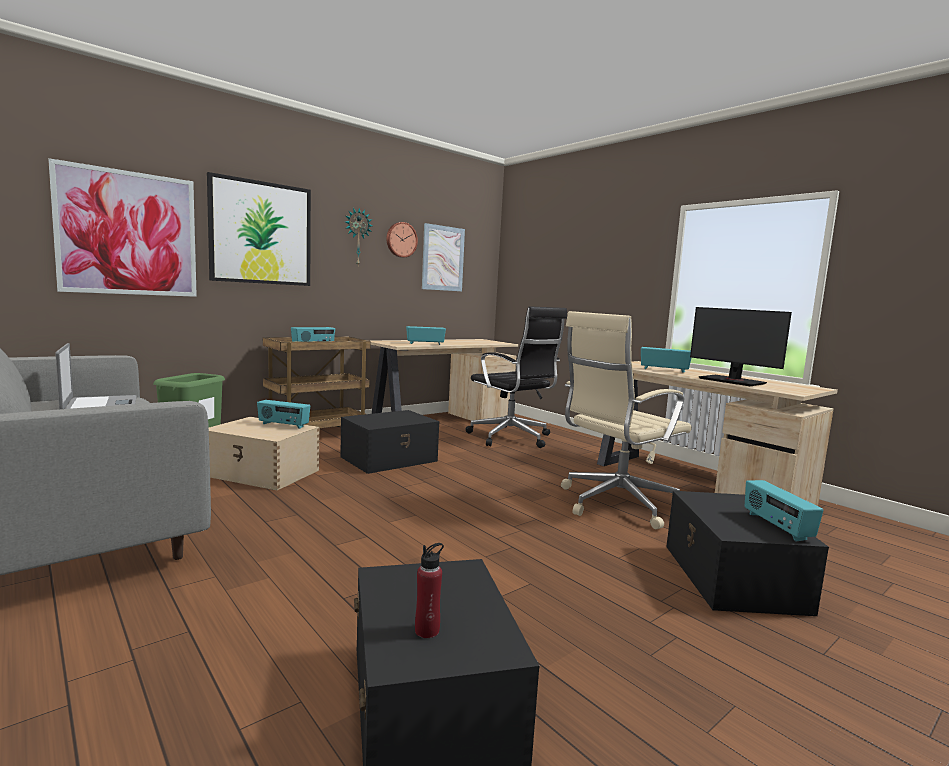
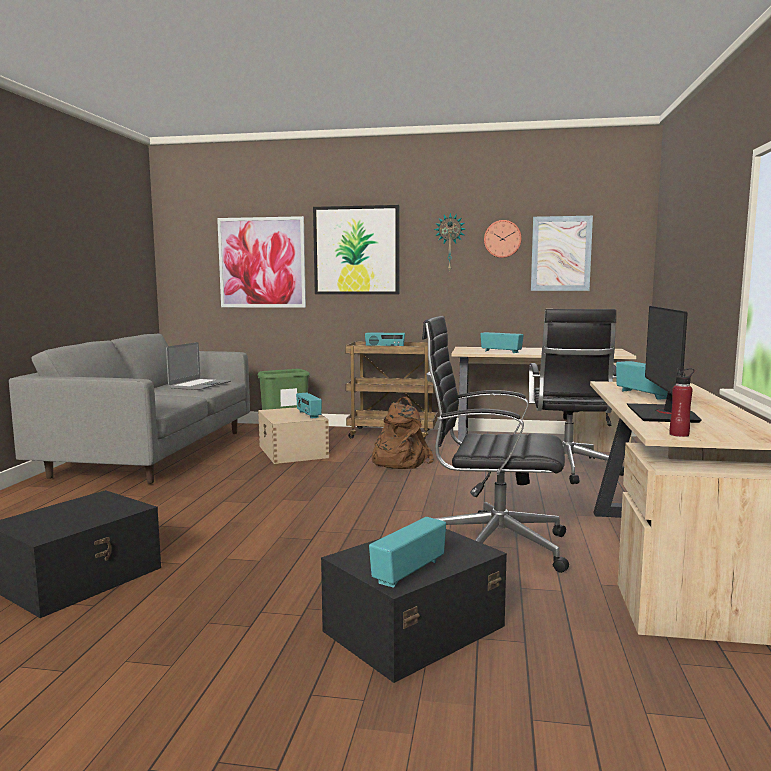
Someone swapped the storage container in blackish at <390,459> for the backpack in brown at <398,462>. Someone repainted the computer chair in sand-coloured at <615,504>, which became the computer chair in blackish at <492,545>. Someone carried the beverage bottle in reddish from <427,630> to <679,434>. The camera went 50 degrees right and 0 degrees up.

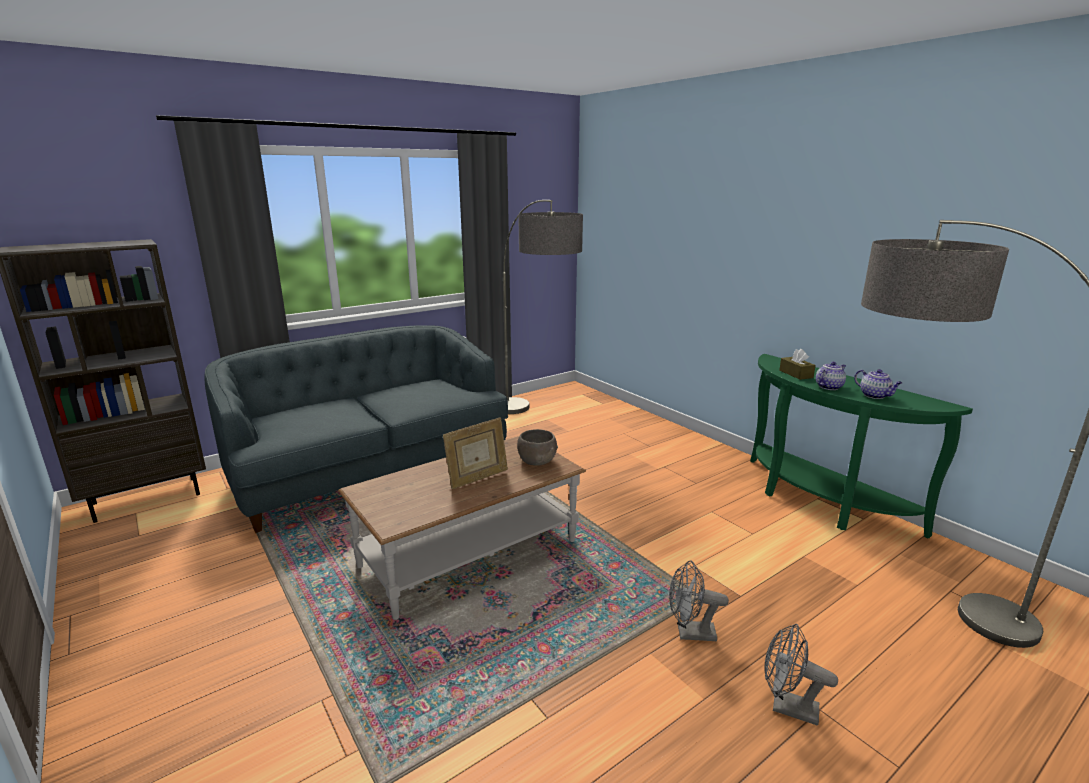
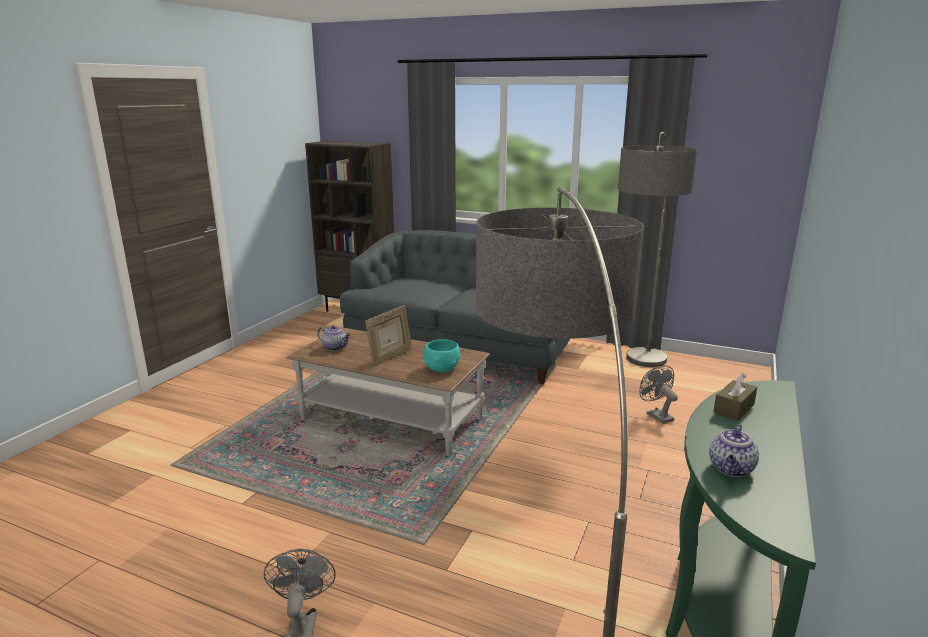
Someone carried the teapot from <829,387> to <335,347>. Someone rotated the standing frame at <477,479> by 75 degrees counterclockwise. Someone repainted the bowl in greyish at <537,461>, which became the bowl in turquoise at <442,368>. Someone carried the fan in greyish from <690,633> to <656,415>. The camera went 60 degrees right and 0 degrees up.

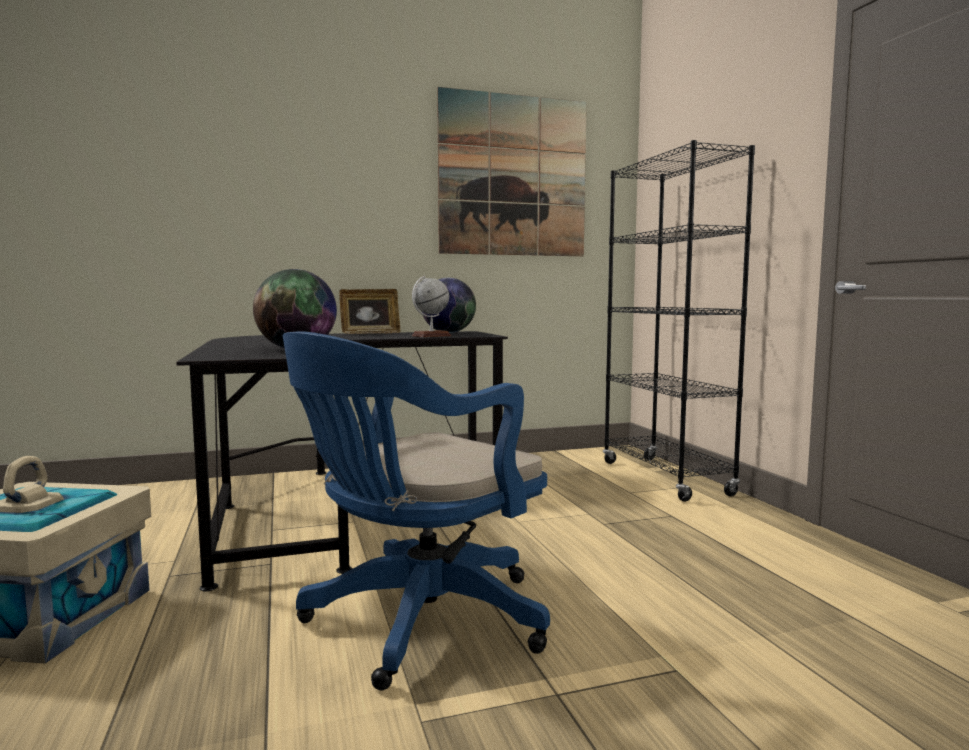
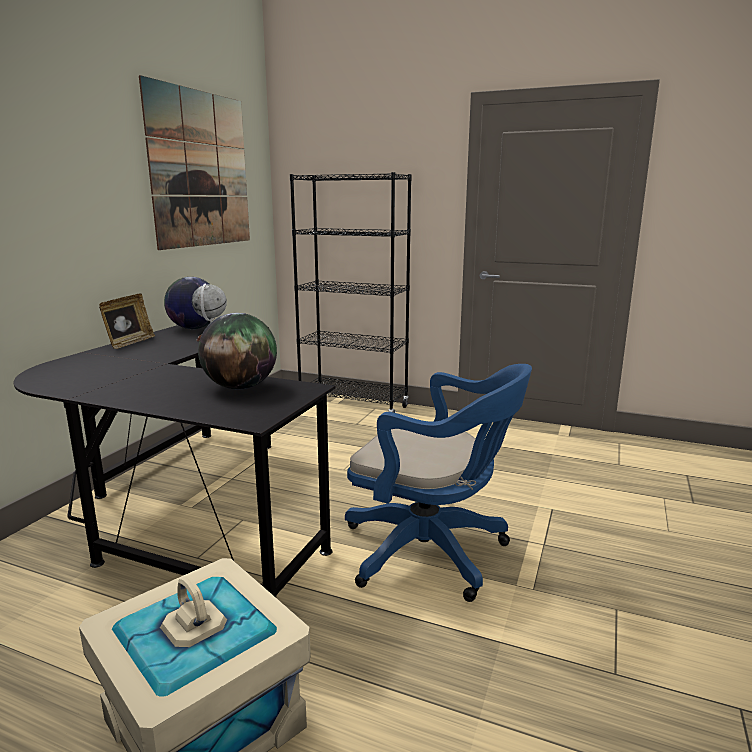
Someone rotated the computer chair in blue-coloured at <417,622> by 60 degrees counterclockwise. The camera went 50 degrees left and 10 degrees up.

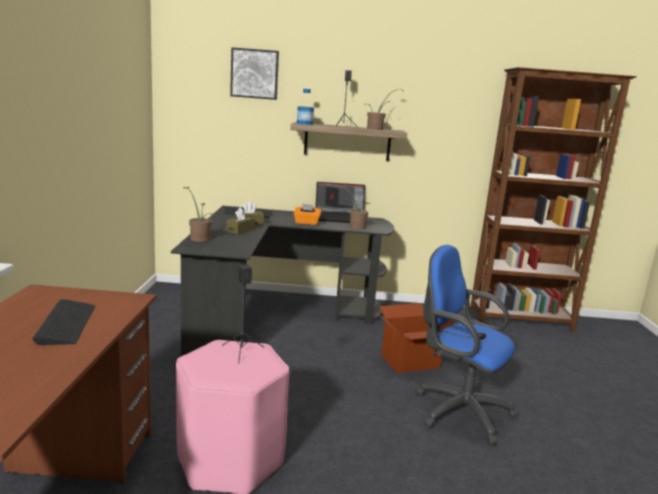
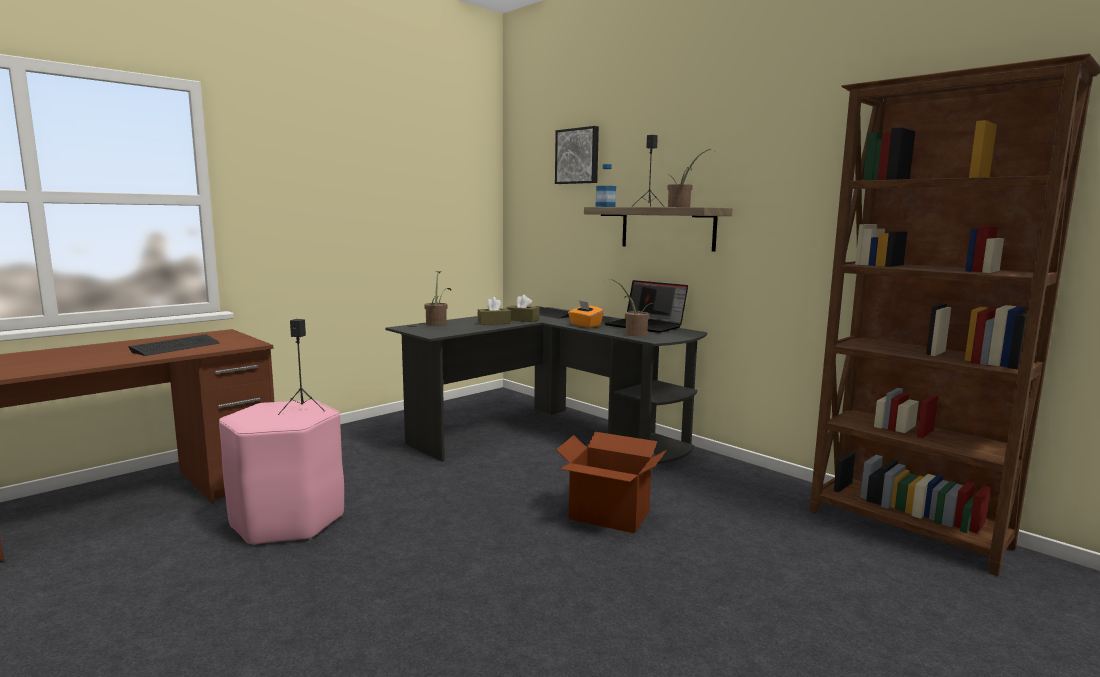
Someone took away the computer chair in blue-coloured at <457,410>. The camera went 45 degrees right and 5 degrees down.

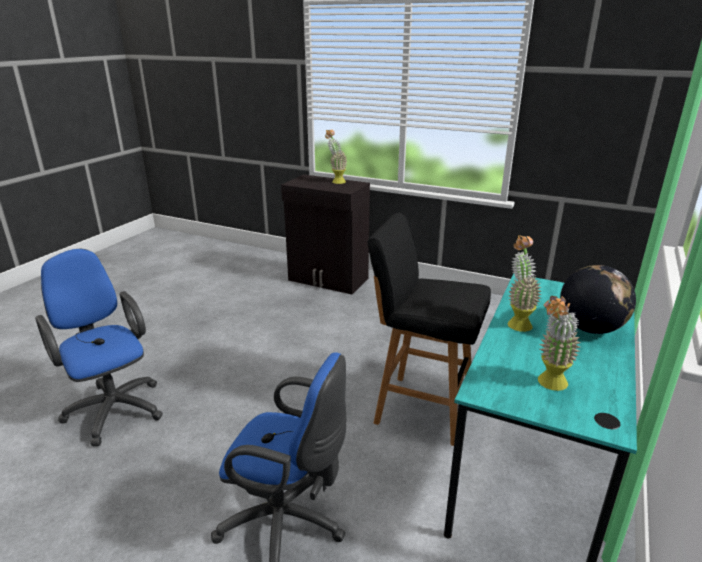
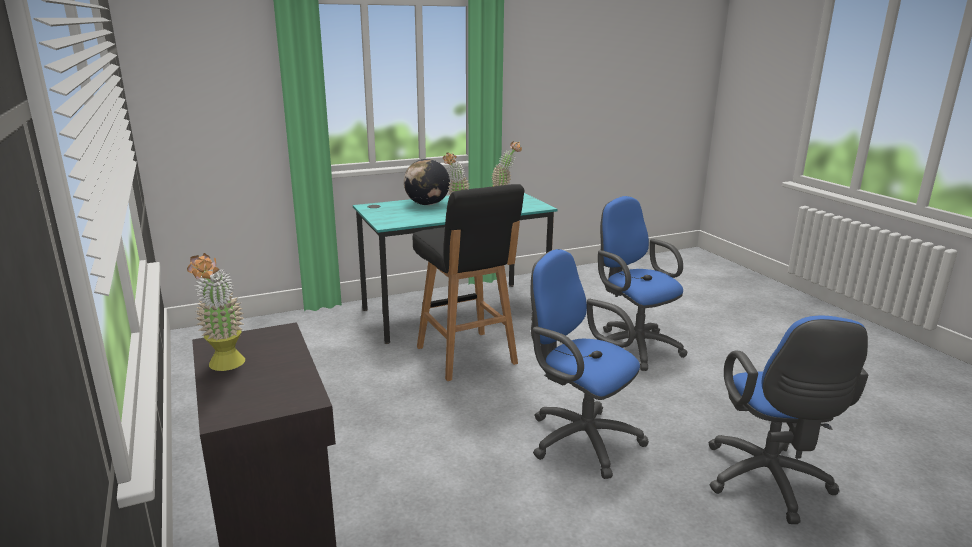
Someone put down the computer chair in blue-coloured at <578,438>. The camera went 140 degrees left and 5 degrees down.

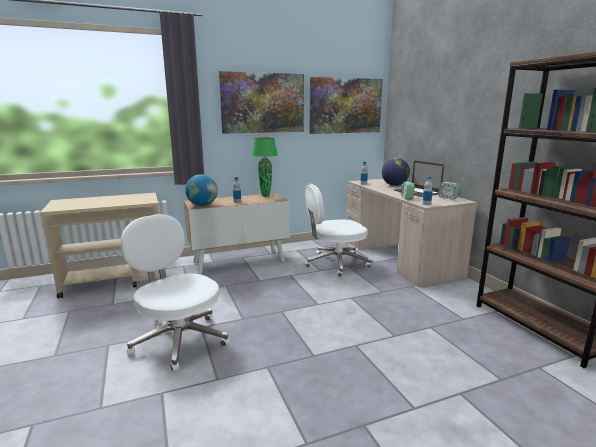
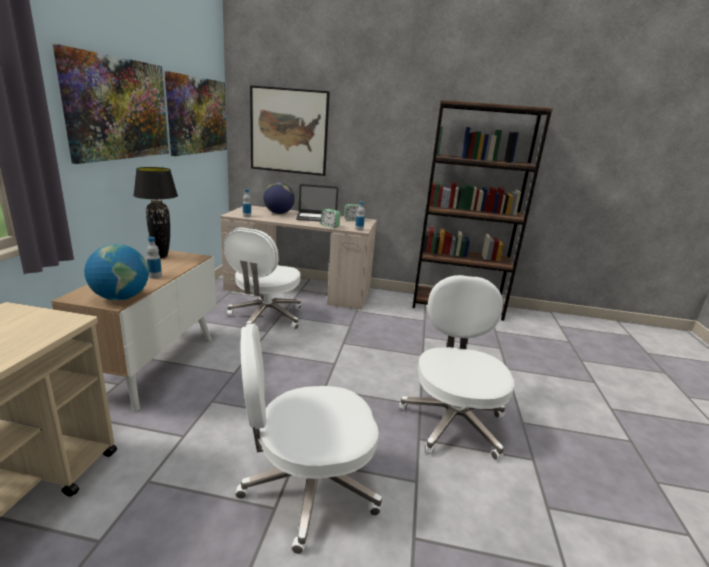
Someone repainted the table lamp in green at <265,195>, which became the table lamp in blackish at <161,256>. Someone put up the picture at <289,131>. Someone put down the computer chair in whitish at <453,421>. The camera went 60 degrees left and 5 degrees up.

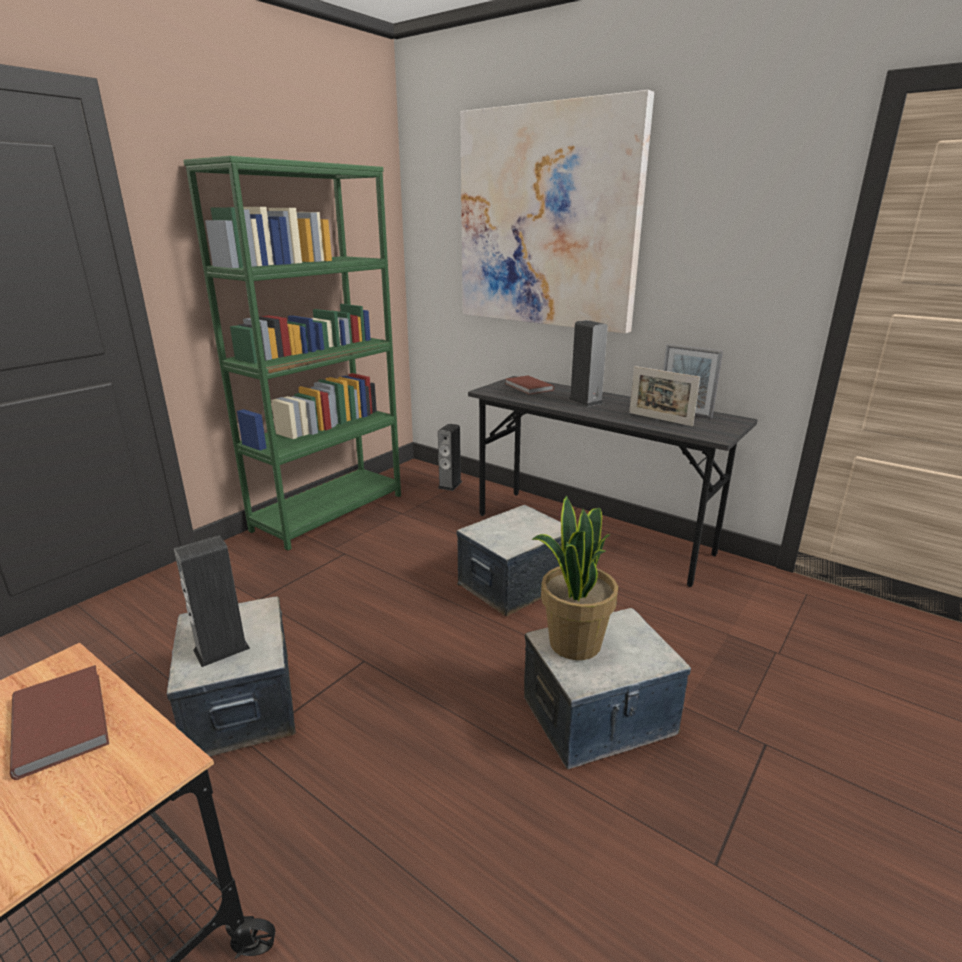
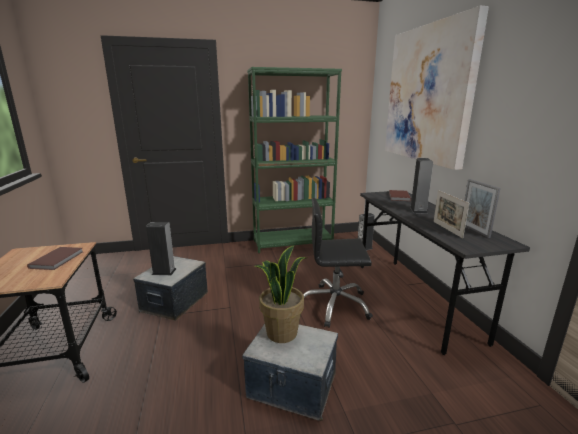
Someone swapped the storage container at <514,583> for the computer chair in blackish at <334,305>. The camera went 40 degrees right and 5 degrees down.

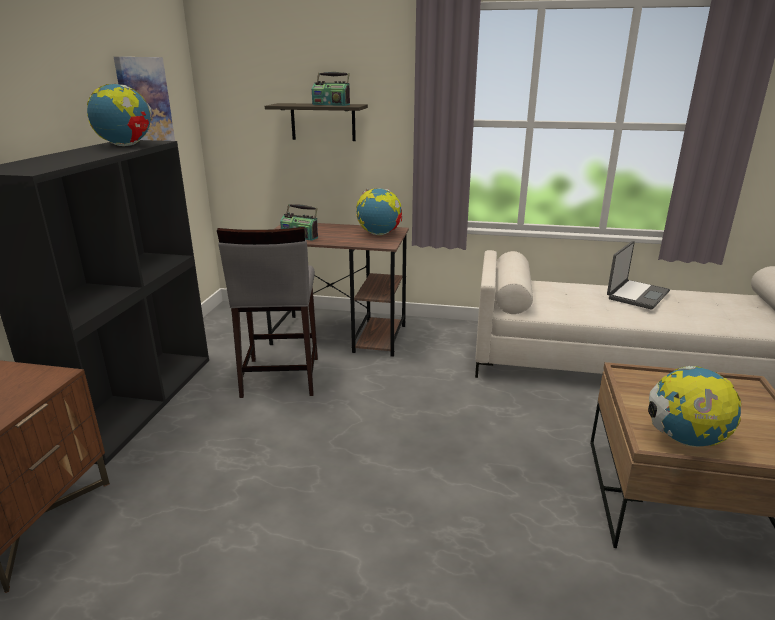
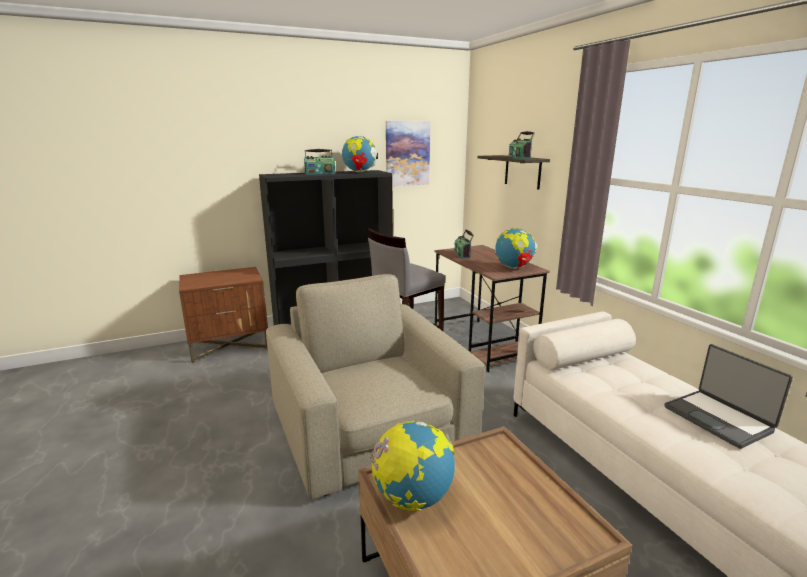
Someone put down the easy chair in sand-coloured at <371,427>. Someone put down the radio set at <320,173>. Someone rotated the portable computer at <636,295> by 60 degrees clockwise. The camera went 55 degrees right and 5 degrees down.

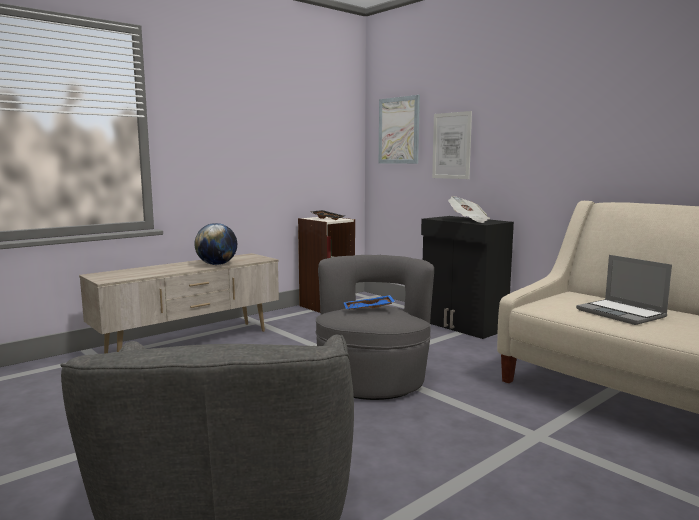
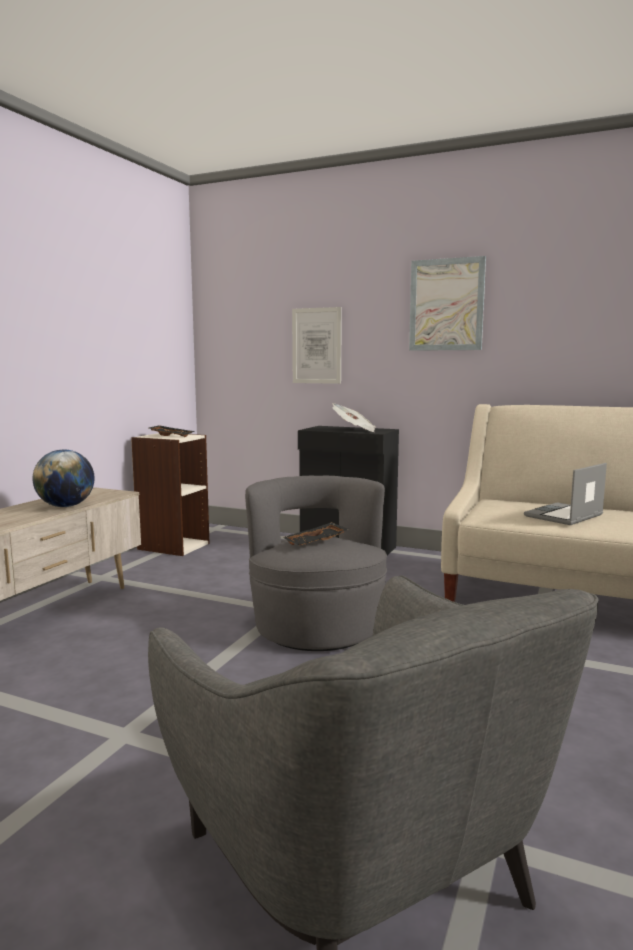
Someone repainted the carrying tray in blue-coloured at <368,309>, which became the carrying tray in blackish at <316,542>. Someone carried the picture from <399,130> to <446,305>. Someone rotated the portable computer at <622,314> by 105 degrees clockwise. The camera went 25 degrees left and 0 degrees up.

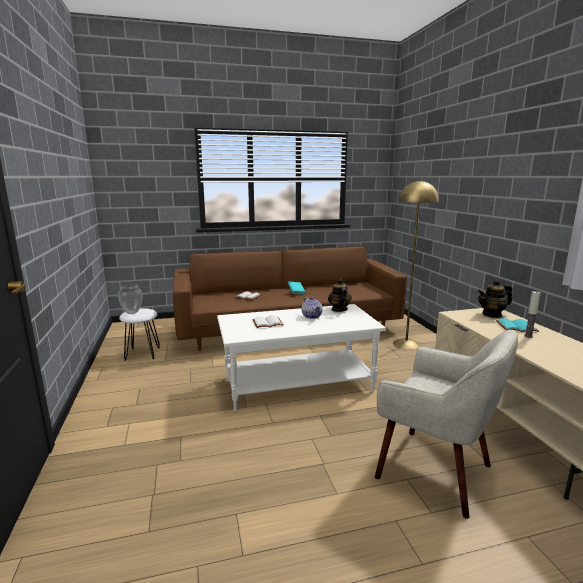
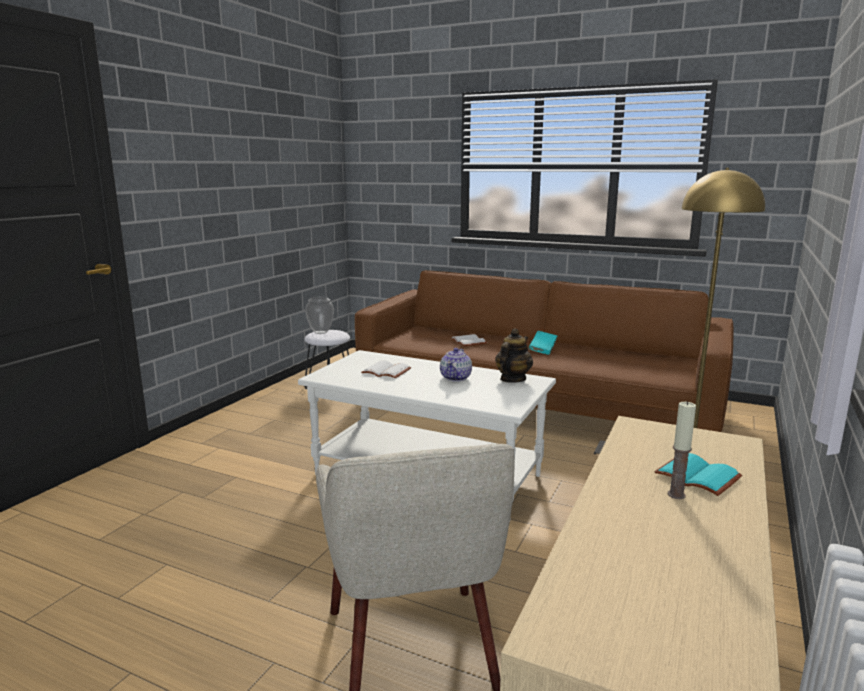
Someone took away the teapot at <492,314>. The camera went 40 degrees right and 0 degrees up.

